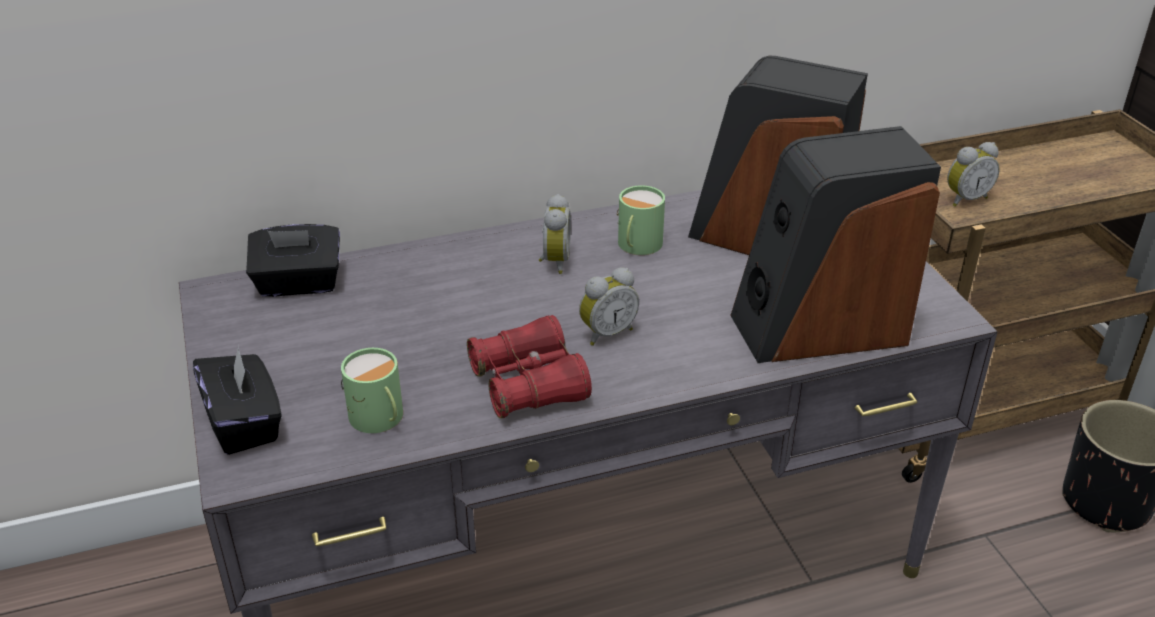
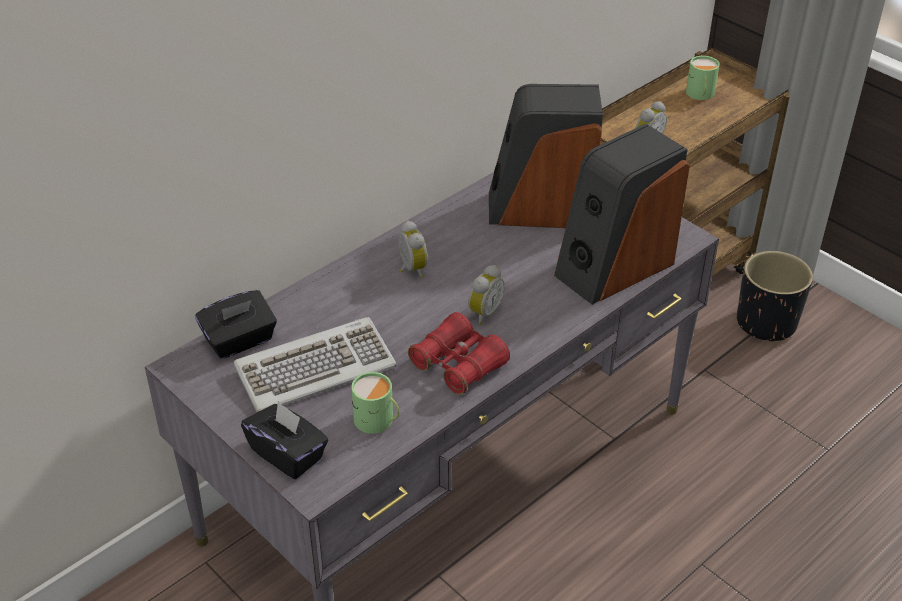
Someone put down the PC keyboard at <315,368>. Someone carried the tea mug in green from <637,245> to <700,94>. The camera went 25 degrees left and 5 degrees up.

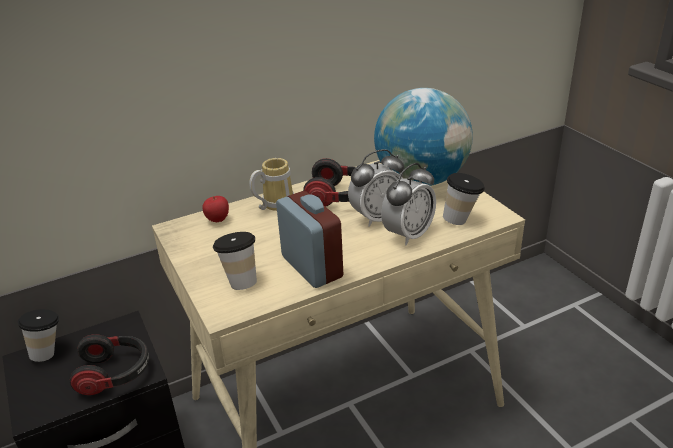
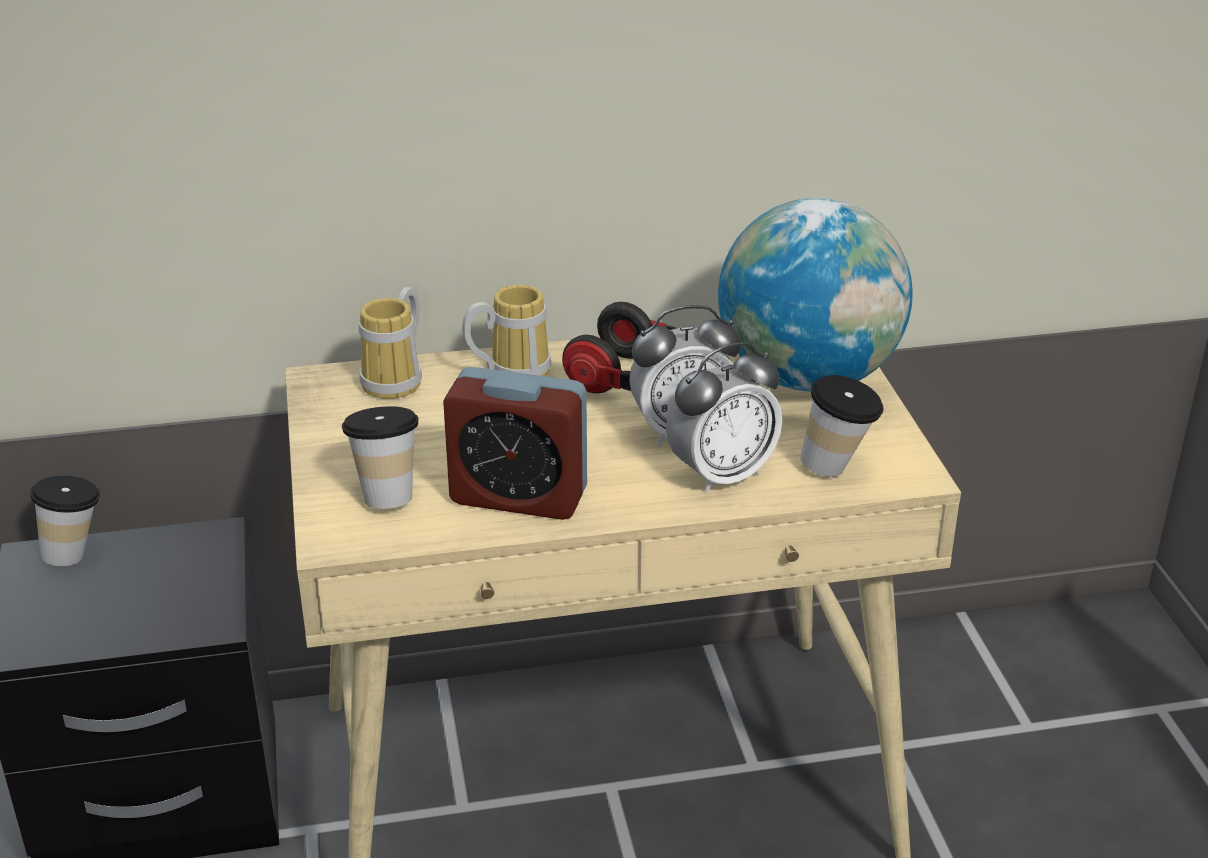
Someone swapped the apple fruit at <217,220> for the tea mug at <399,380>. Someone rotated the alarm clock at <311,267> by 120 degrees clockwise. Someone took away the pair of headphones at <115,374>. The camera went 15 degrees right and 0 degrees up.

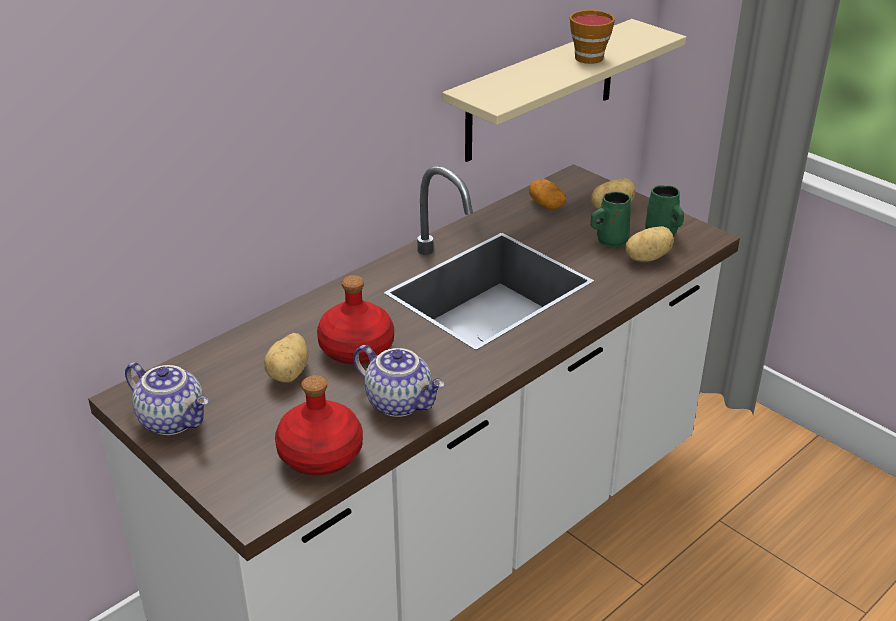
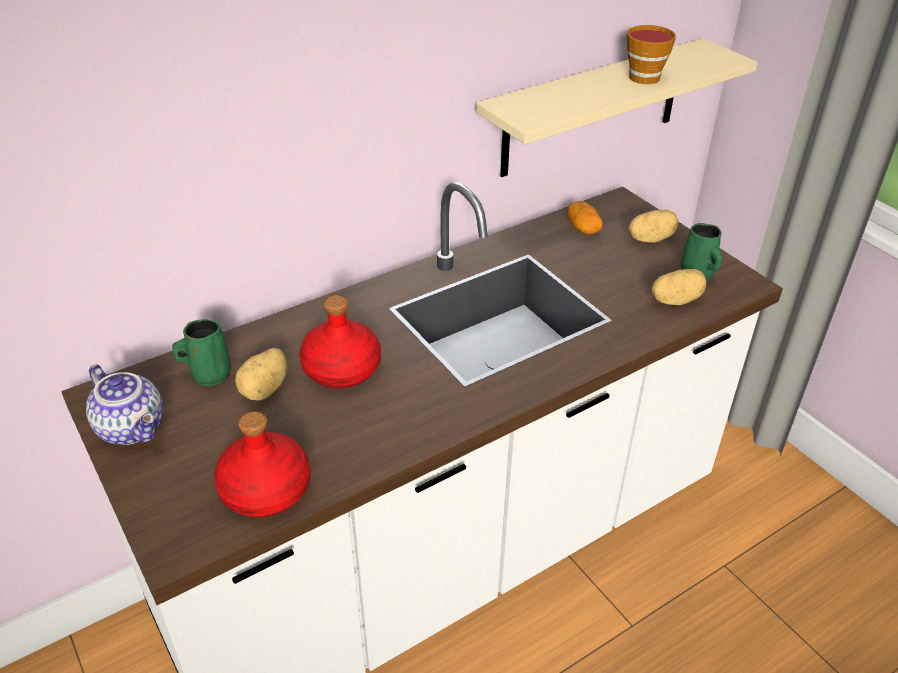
Someone carried the tea mug in green from <610,241> to <209,375>. Someone took away the teapot at <400,402>. The camera went 10 degrees right and 5 degrees up.

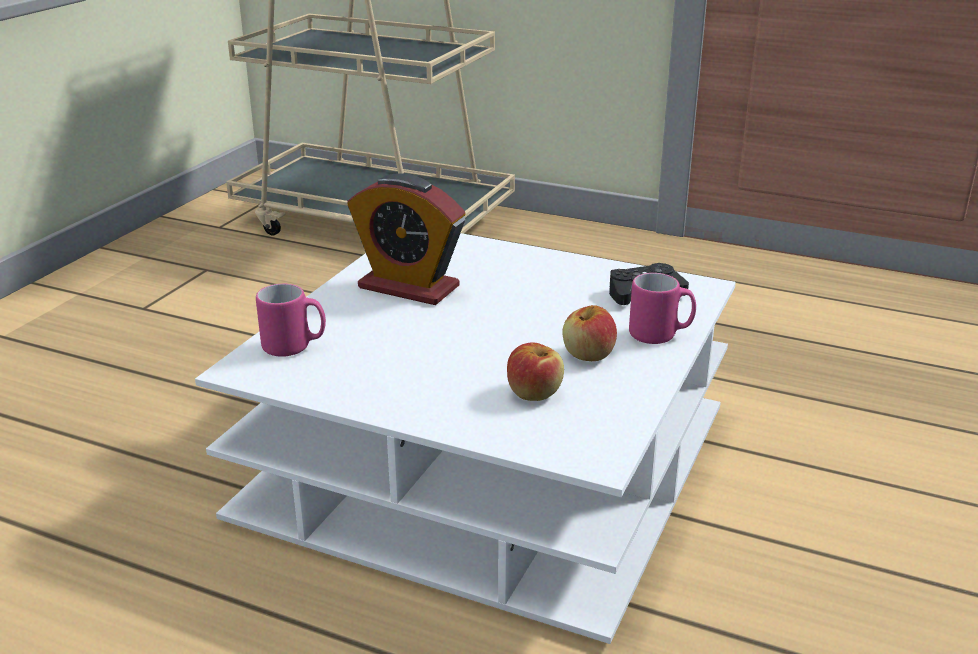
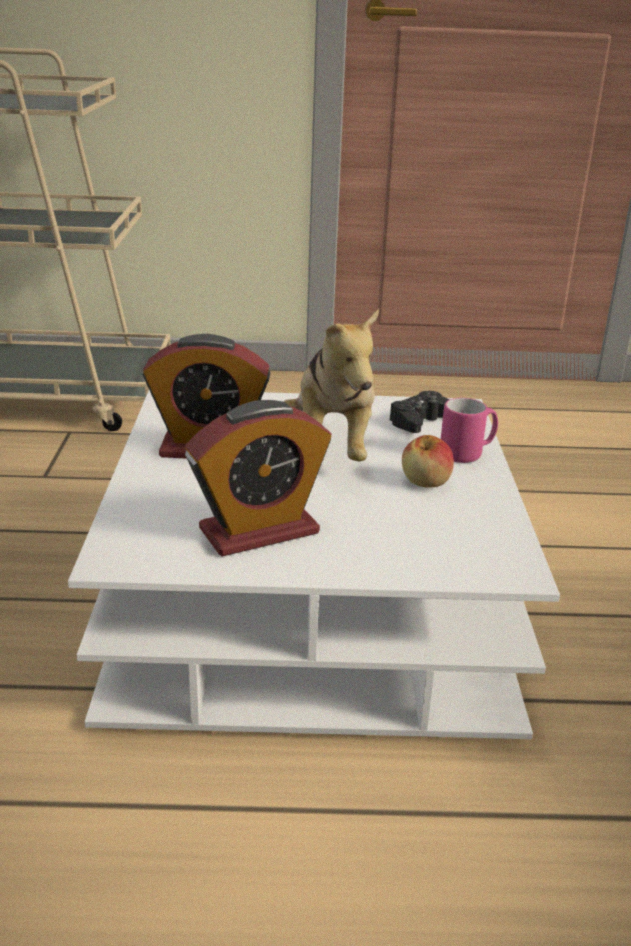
Someone put down the alarm clock at <259,531>. Someone put down the cuddly toy at <333,446>. Someone took away the tea mug in pinkish at <295,347>. Someone took away the apple fruit at <534,392>. The camera went 25 degrees left and 0 degrees up.

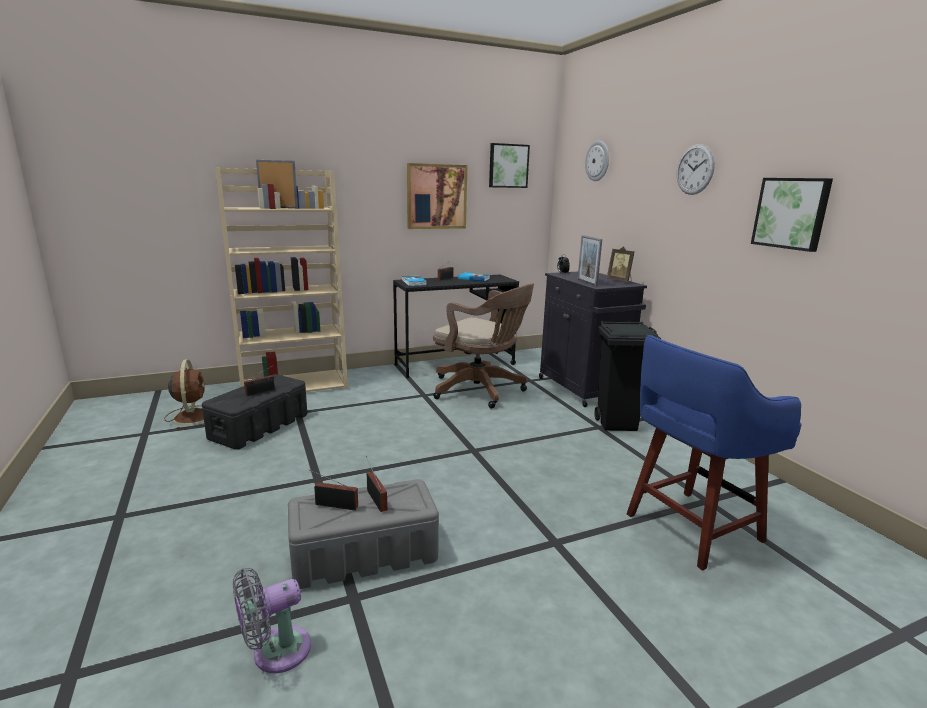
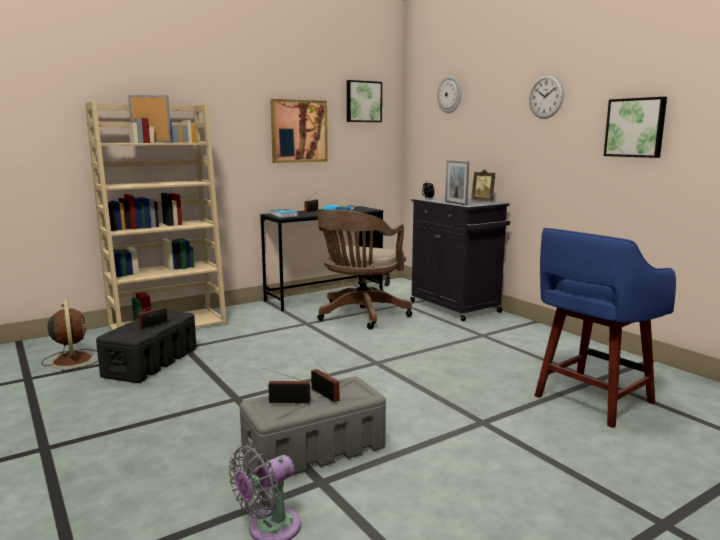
Someone rotated the computer chair in brown at <481,390> by 90 degrees clockwise. Someone took away the rubbish bin in blackish at <617,424>. The camera went 10 degrees left and 5 degrees down.

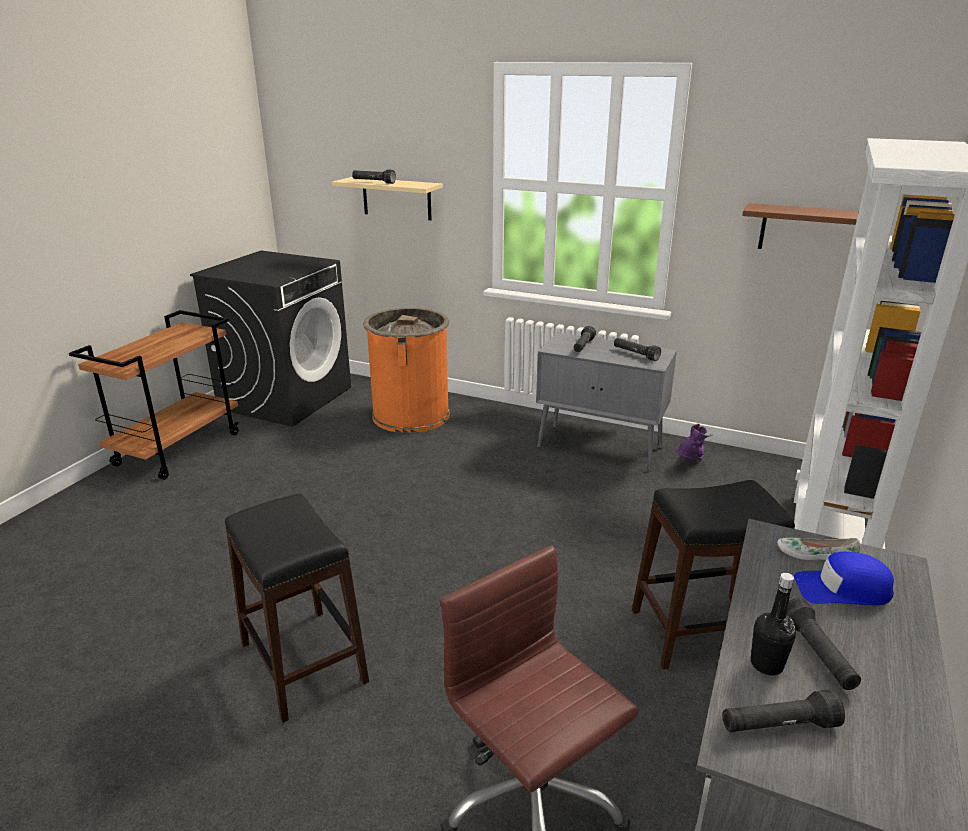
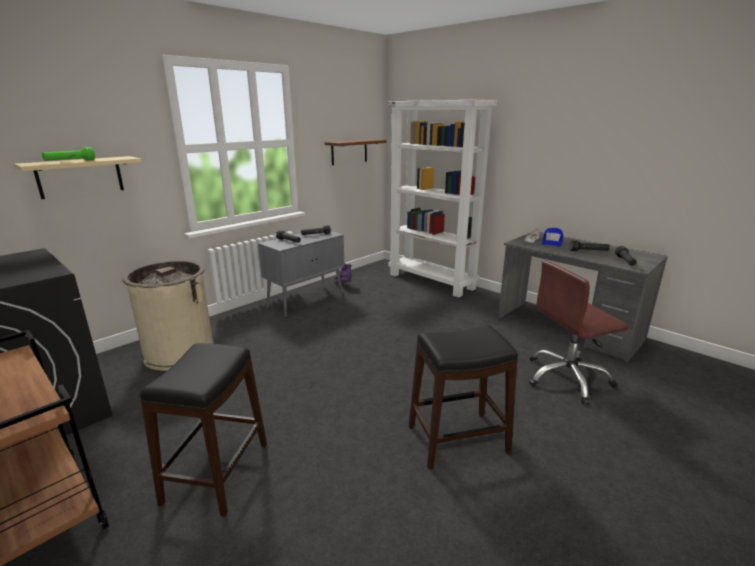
Someone repainted the flashlight in blackish at <373,182>, which became the flashlight in green at <70,161>. Someone repainted the rubbish bin in orangey at <411,415>, which became the rubbish bin in sand-coloured at <179,352>. Someone carried the sitting stool in blackish from <699,631> to <216,472>. Someone took away the beverage bottle in blackish at <766,664>. The camera went 70 degrees left and 5 degrees down.

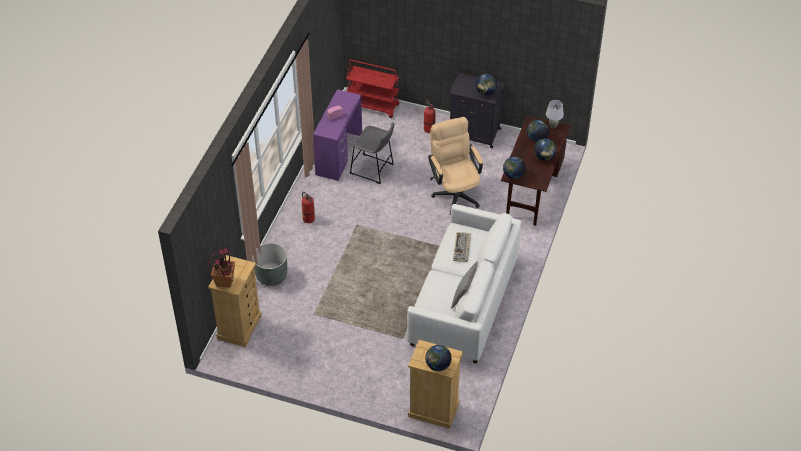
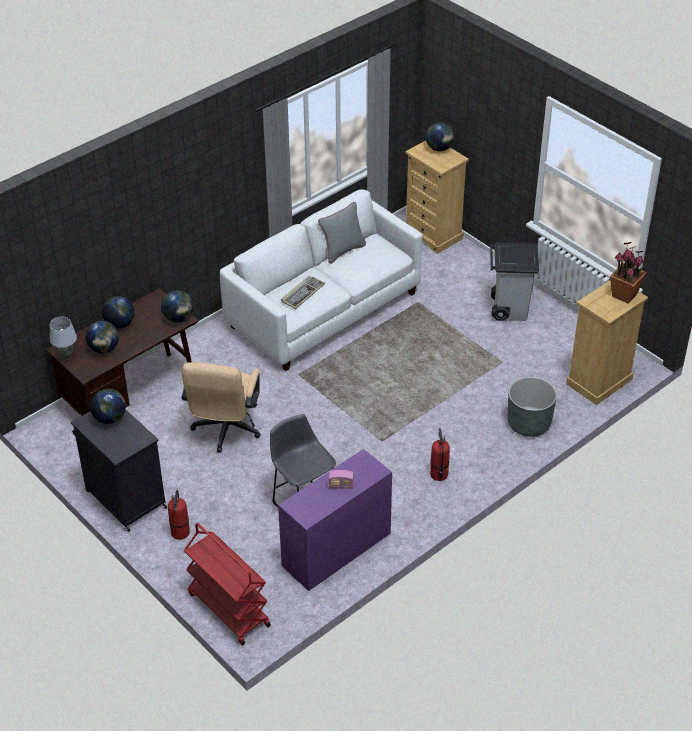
Someone put down the rubbish bin in greyish at <508,308>. The camera went 150 degrees left and 5 degrees down.

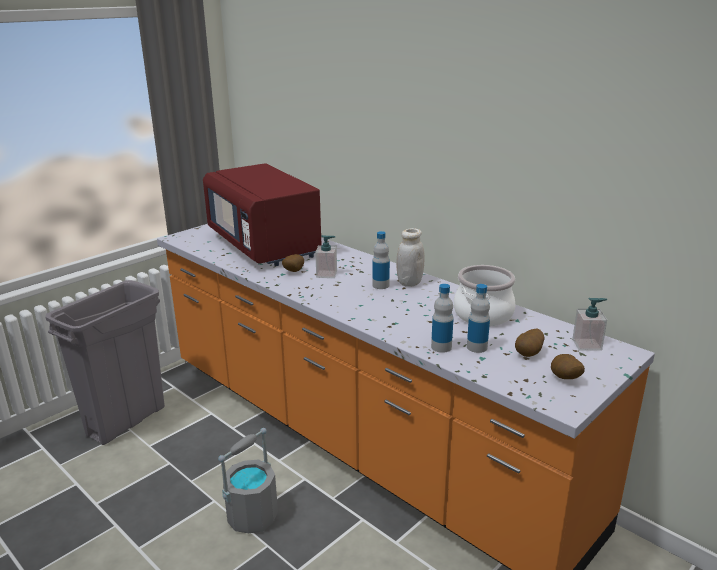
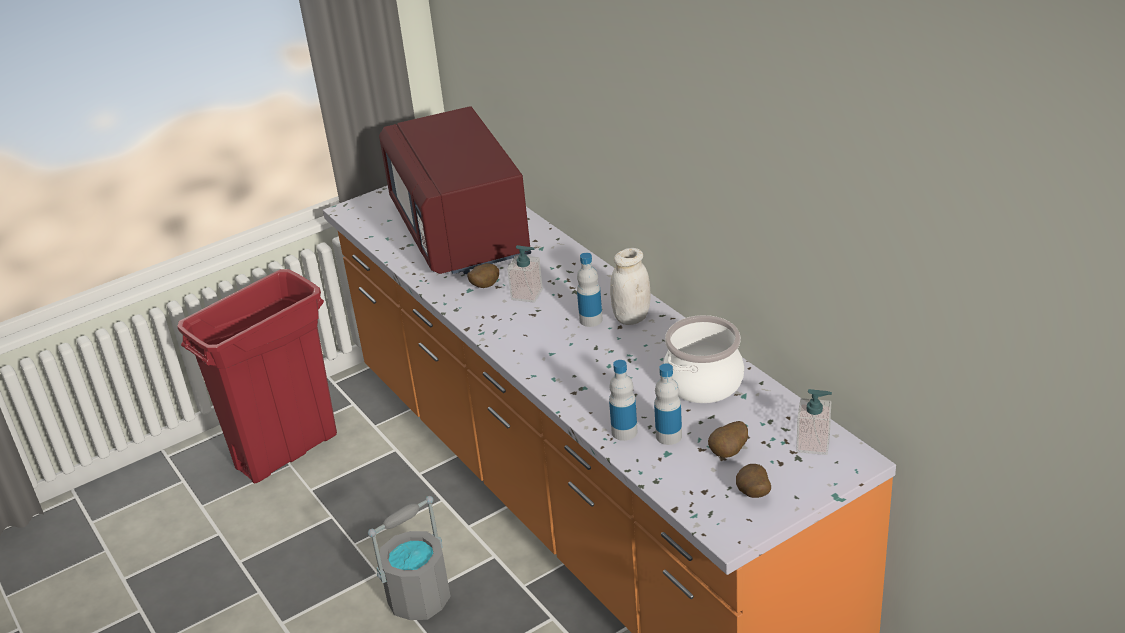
Someone repainted the rubbish bin in greyish at <127,421>, which became the rubbish bin in reddish at <287,451>. The camera went 15 degrees right and 10 degrees up.

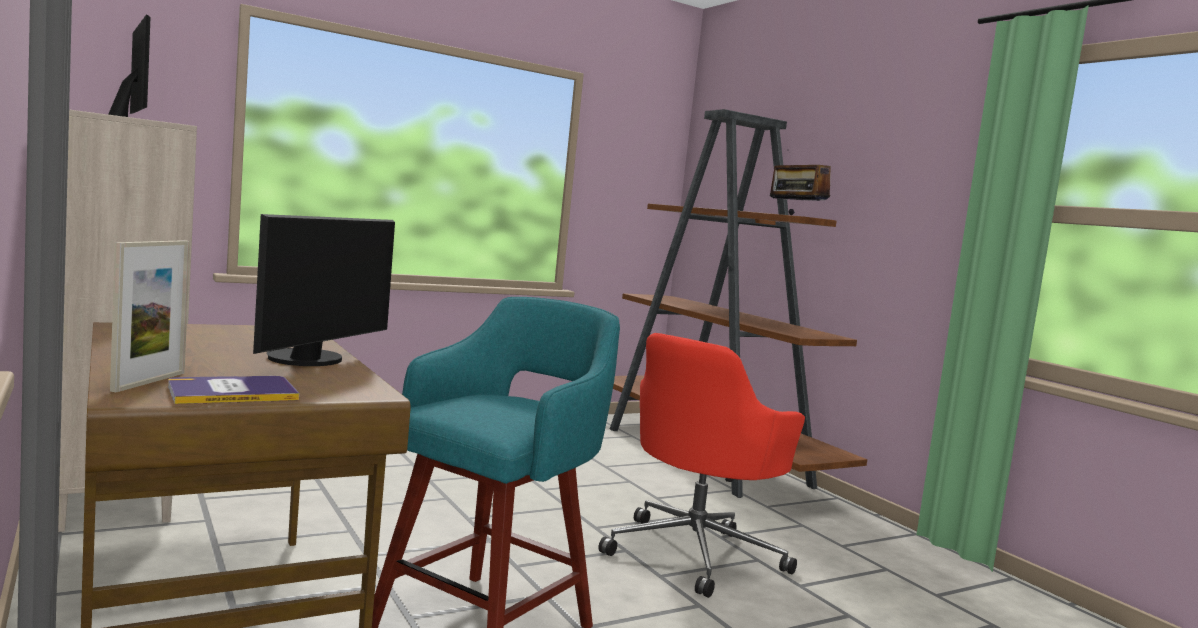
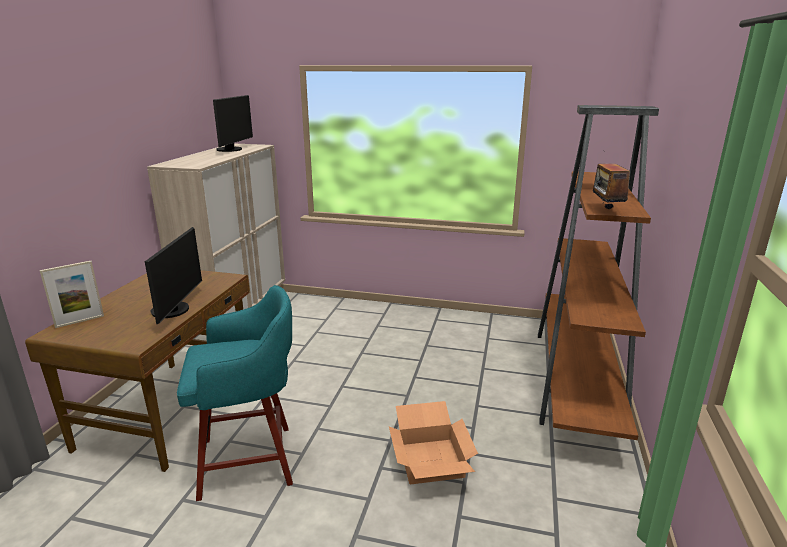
Someone rotated the monitor at <312,360> by 60 degrees counterclockwise. Someone swapped the computer chair in reddish at <695,553> for the packing box at <429,460>. Someone took away the bound book at <232,392>. The camera went 45 degrees right and 15 degrees up.

